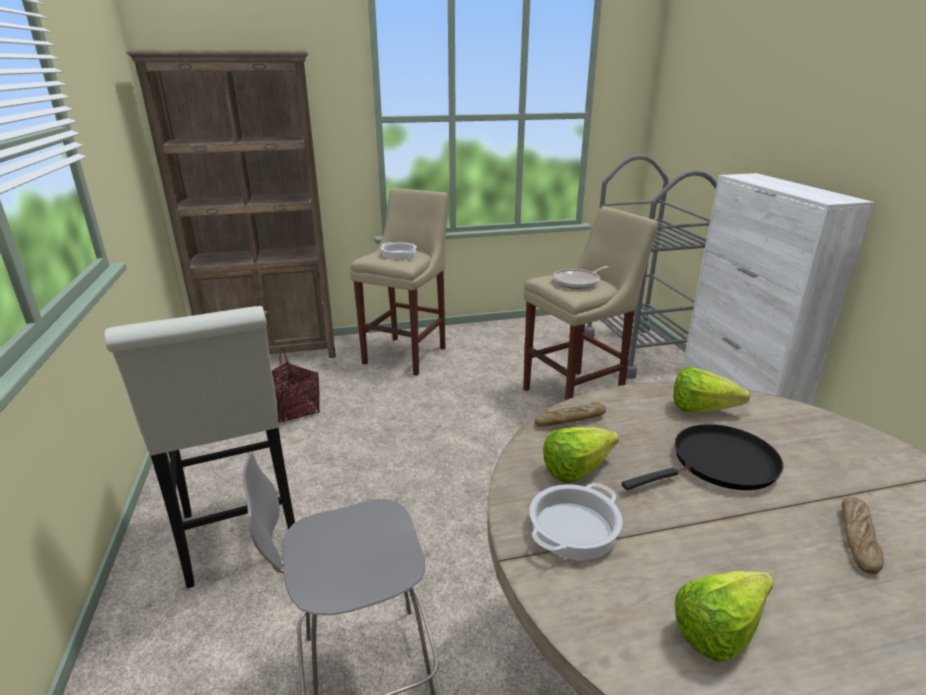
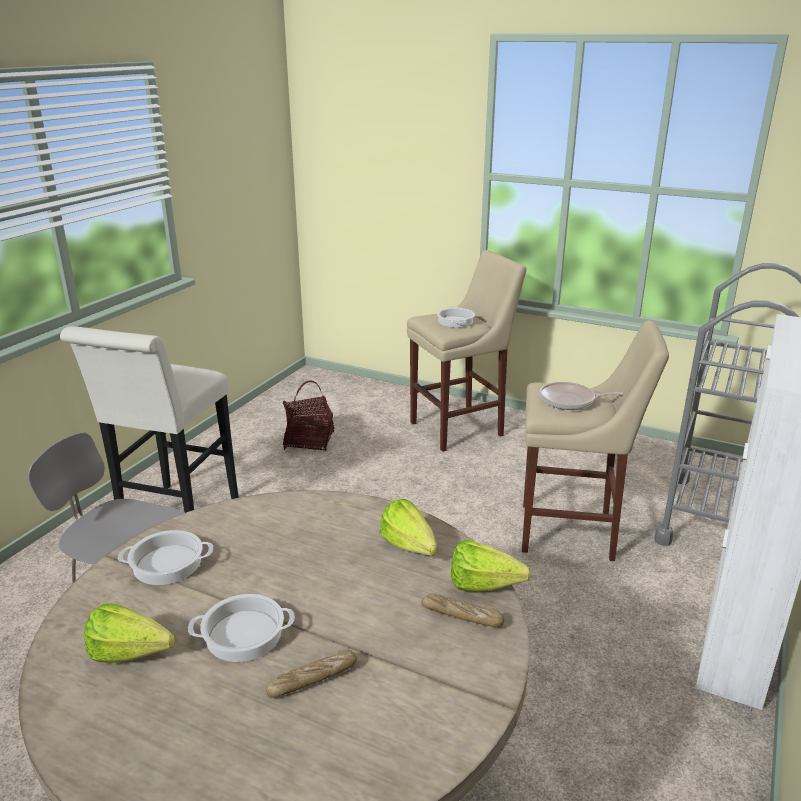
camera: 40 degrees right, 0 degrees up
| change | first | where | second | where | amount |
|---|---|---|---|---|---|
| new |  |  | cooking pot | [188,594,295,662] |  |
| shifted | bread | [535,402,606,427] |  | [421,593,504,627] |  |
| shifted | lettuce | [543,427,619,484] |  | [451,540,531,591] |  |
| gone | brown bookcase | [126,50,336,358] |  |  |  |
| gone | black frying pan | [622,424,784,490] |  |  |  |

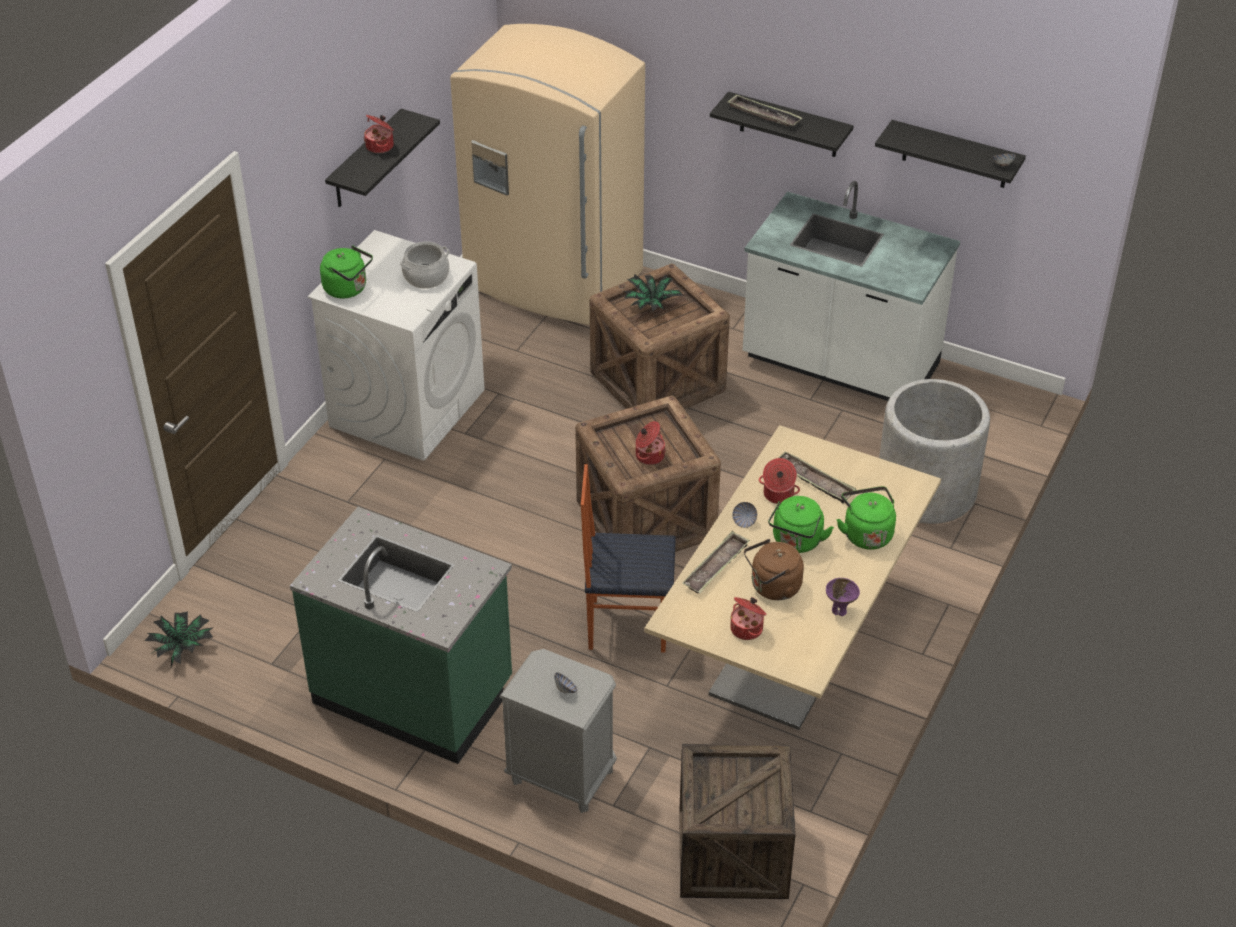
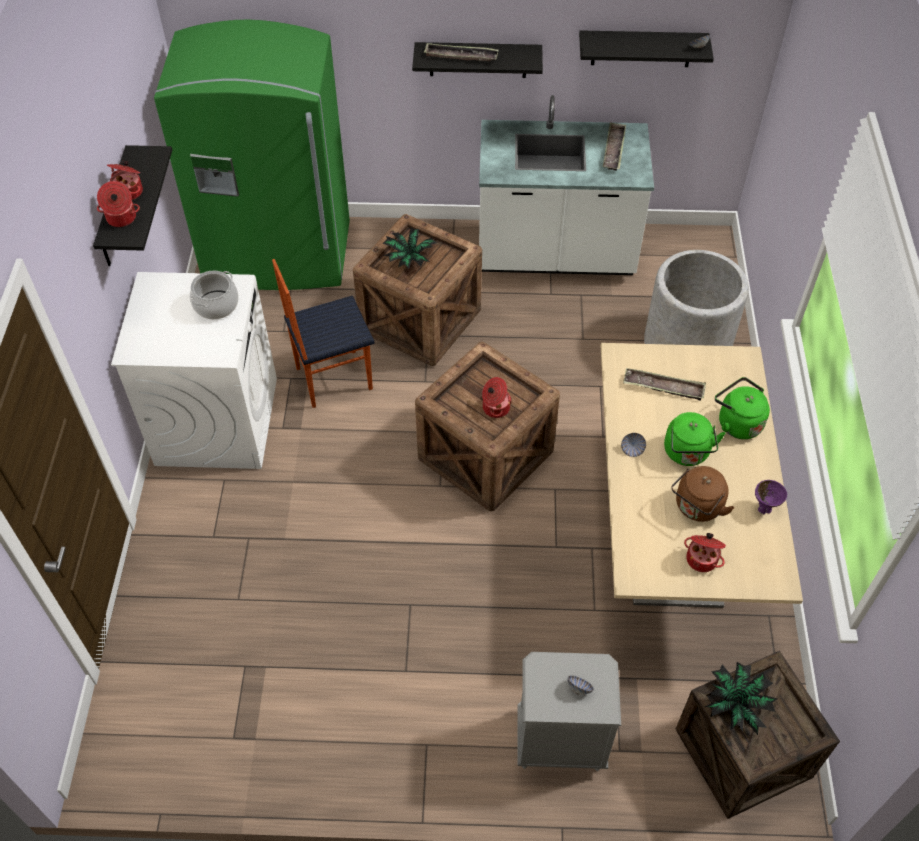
camera: 25 degrees left, 10 degrees up
| change | first | where | second | where | amount |
|---|---|---|---|---|---|
| shifted | cooking pot | [759,458,800,504] |  | [97,181,140,227] |  |
| repainted | beige fridge | [450,24,645,325] | green fridge | [154,20,350,290] |  |
| shifted | chair | [581,464,676,653] |  | [272,259,374,408] |  |
| shifted | tray | [682,531,750,594] |  | [603,123,626,171] |  |
| shifted | potted plant | [145,611,214,667] |  | [704,662,778,735] |  |
| gone | green counter | [290,507,512,764] |  |  |  |
| gone | green kettle | [320,246,373,299] |  |  |  |

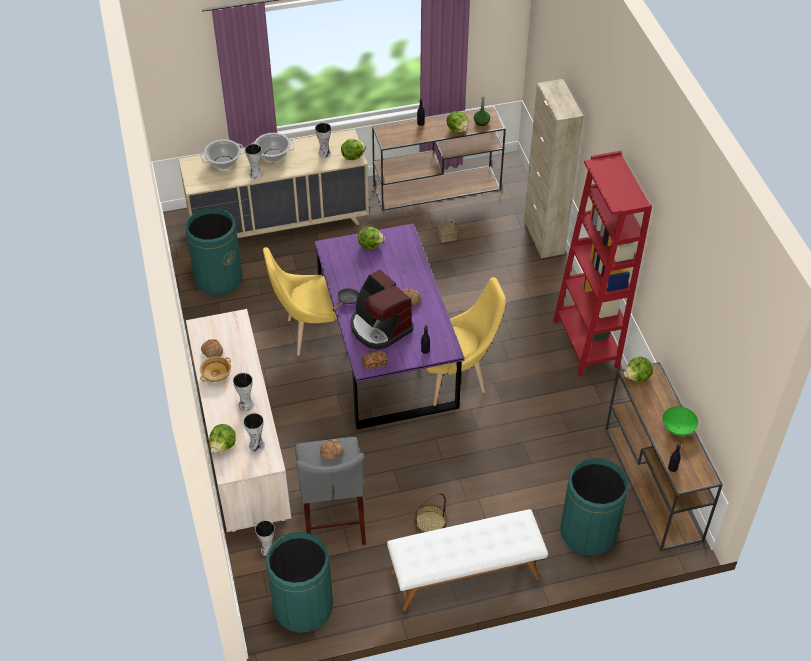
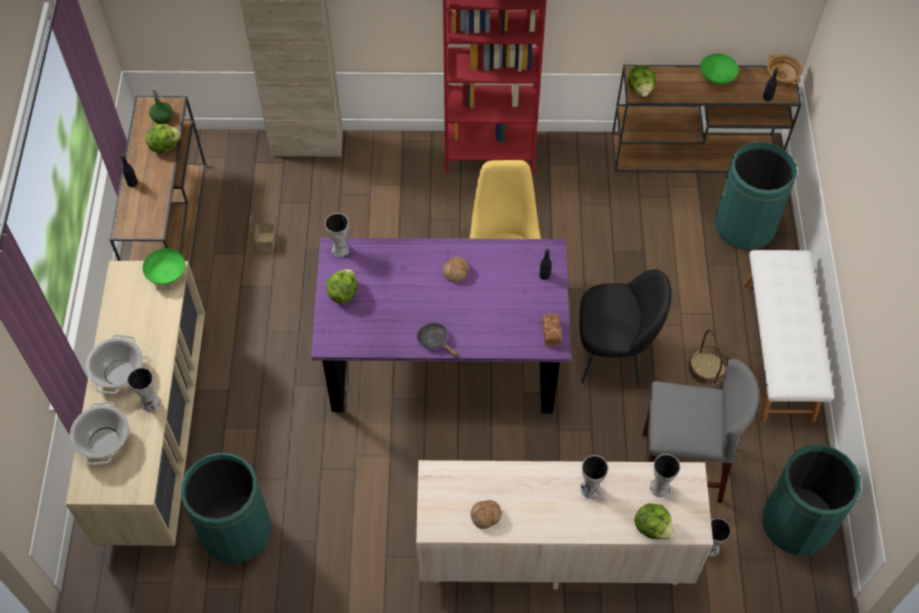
camera: 75 degrees left, 10 degrees up
| change | first | where | second | where | amount |
|---|---|---|---|---|---|
| swapped | lettuce | [341,139,366,160] | green bowl | [143,248,185,285] |  |
| shifted | vase | [315,123,331,158] |  | [325,213,350,257] |  |
| new |  |  | black chair | [580,269,671,386] |  |
| shifted | beige bowl | [200,356,231,382] |  | [767,55,803,84] |  |
| gone | yellow chair | [263,247,338,356] |  |  |  |
| gone | bread | [320,439,343,460] |  |  |  |
| gone | coffee machine | [350,269,413,350] |  |  |  |

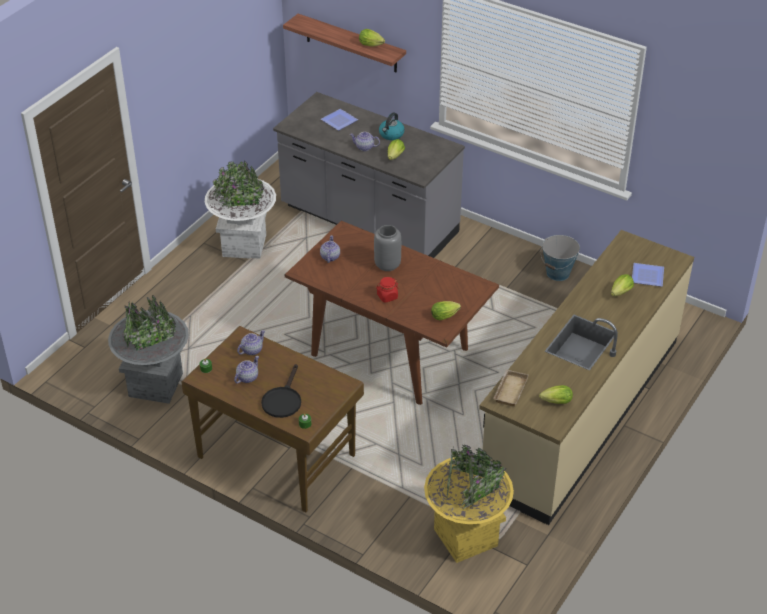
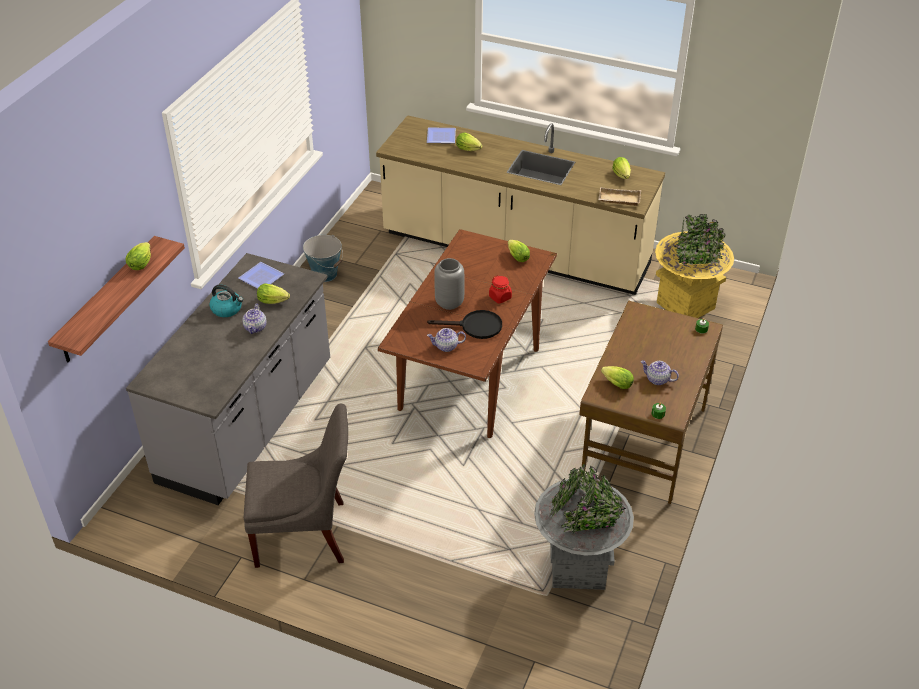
camera: 100 degrees left, 0 degrees up
| change | first | where | second | where | amount |
|---|---|---|---|---|---|
| shifted | plate | [321,109,358,131] |  | [238,262,284,289] |  |
| swapped | white planter | [205,161,276,259] | grey chair | [244,404,348,568] |  |
| shifted | black frying pan | [261,364,301,418] |  | [427,310,502,339] |  |
| swapped | teapot | [237,330,265,355] | lettuce | [601,366,634,389] |  |

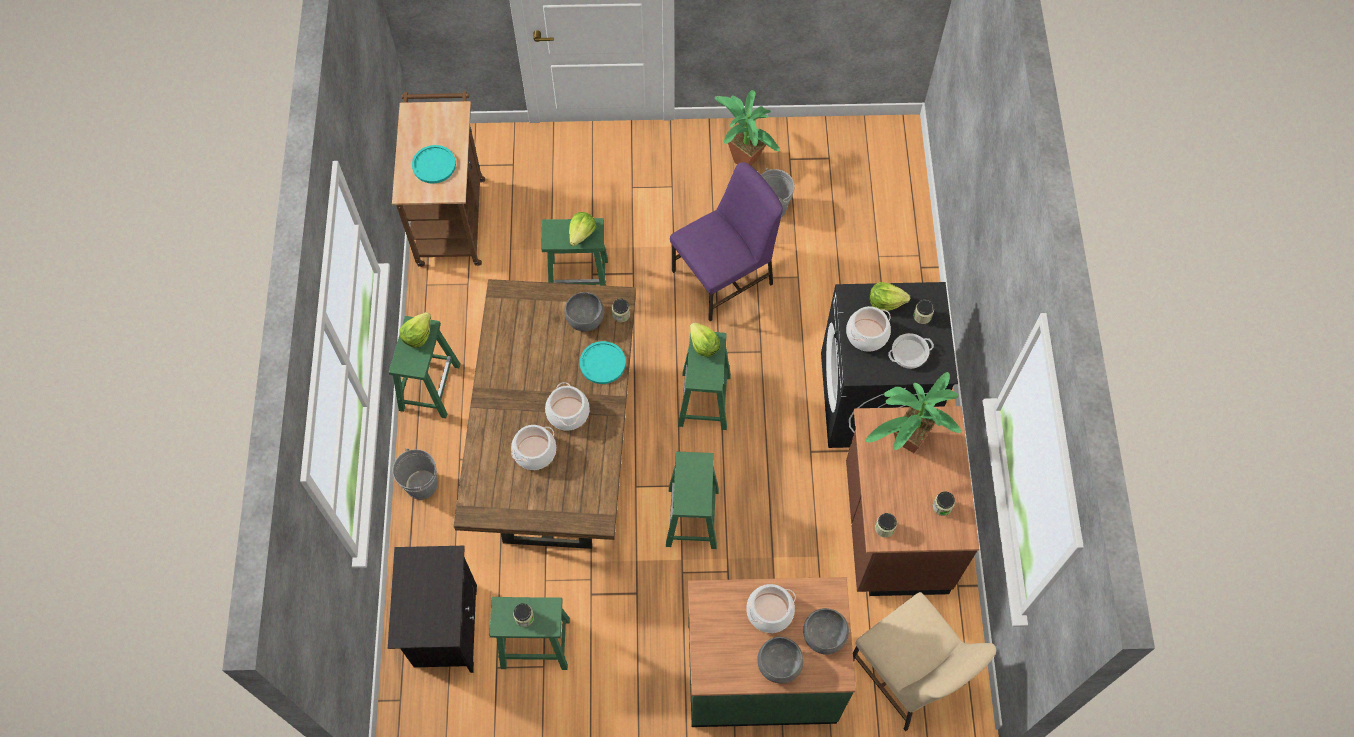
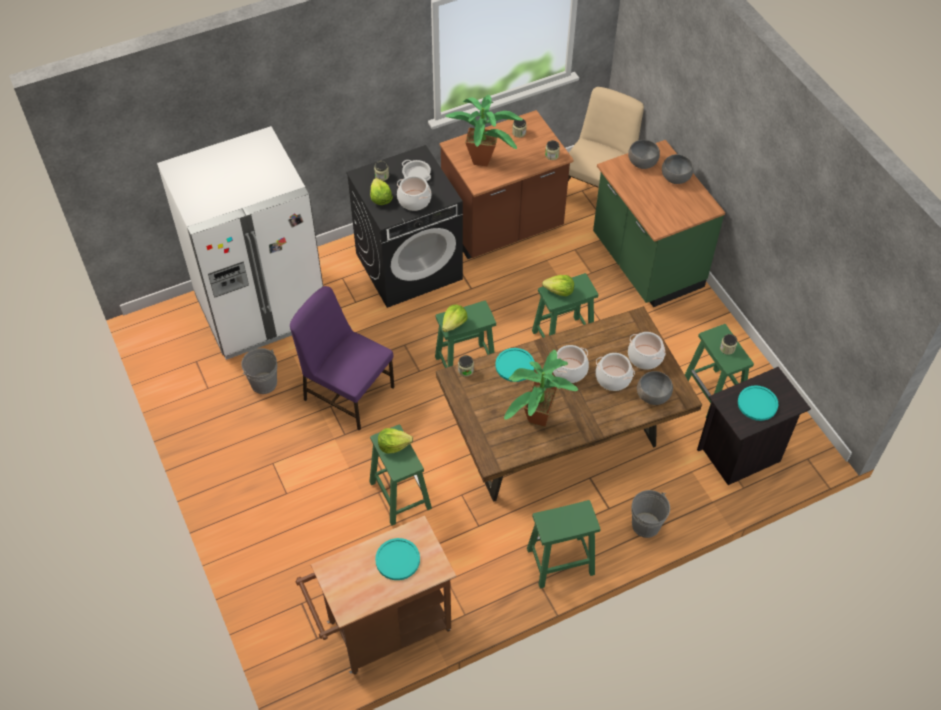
camera: 115 degrees left, 10 degrees down
| change | first | where | second | where | amount |
|---|---|---|---|---|---|
| new |  |  | white fridge | [157,126,323,360] |  |
| shifted | potted plant | [715,90,780,166] |  | [504,350,578,427] |  |
| shifted | lettuce | [400,312,431,348] |  | [542,275,574,296] |  |
| shifted | cooking pot | [746,584,796,633] |  | [628,332,666,370] |  |
| shifted | grey bowl | [564,292,604,331] |  | [637,371,673,405] |  |
| new |  |  | turquoise plate | [738,386,778,421] |  |

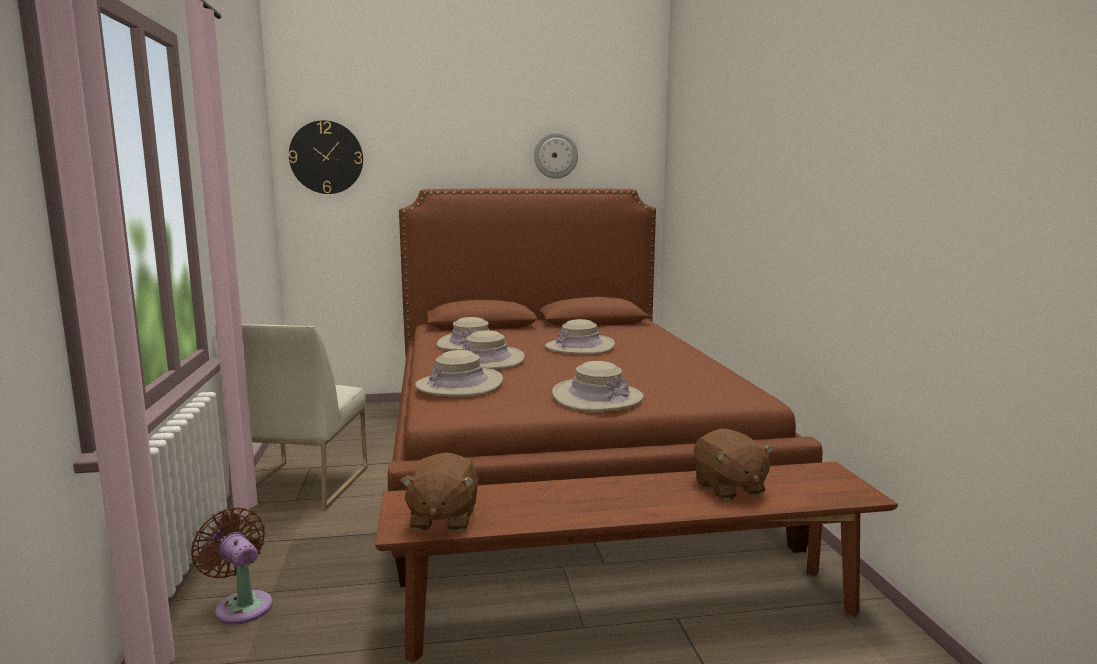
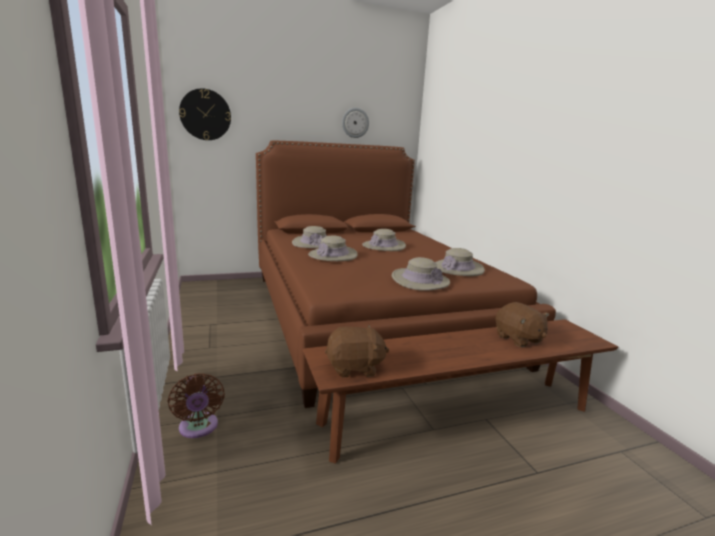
camera: 10 degrees left, 5 degrees up
| change | first | where | second | where | amount |
|---|---|---|---|---|---|
| rotated | brown fan | [191,507,273,625] |  | [168,373,225,438] | 150 degrees counterclockwise |
| rotated | brown plush toy | [400,452,478,531] |  | [325,325,389,377] | 90 degrees counterclockwise |
| shifted | beige hat | [415,350,503,397] |  | [435,248,485,276] |  |
| gone | white chair | [215,324,368,511] |  |  |  |

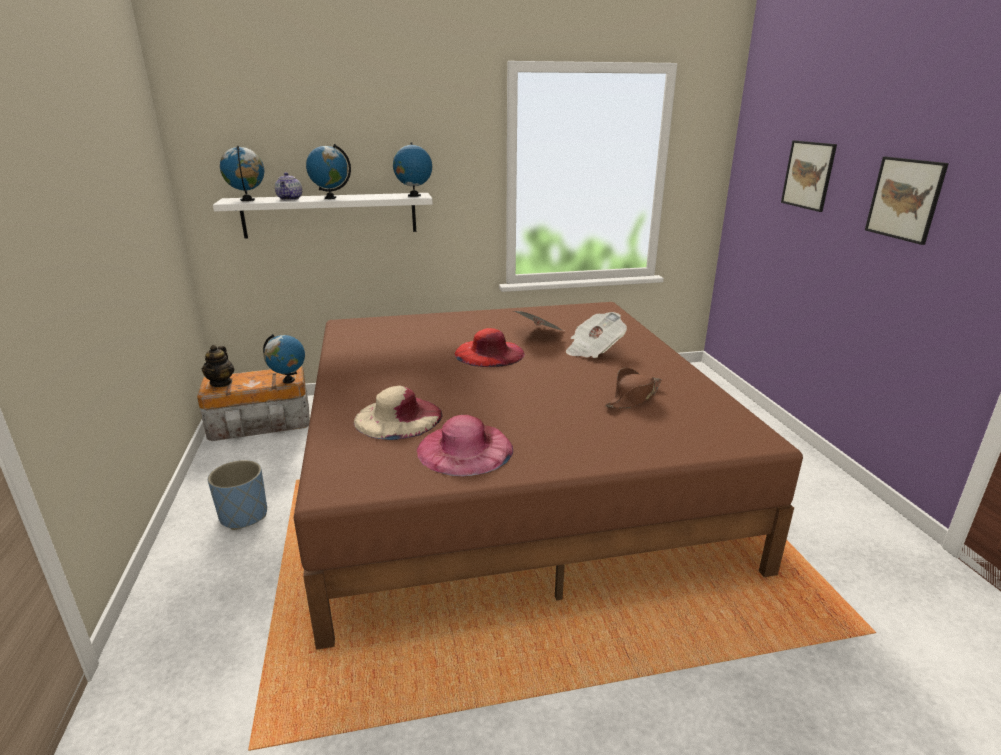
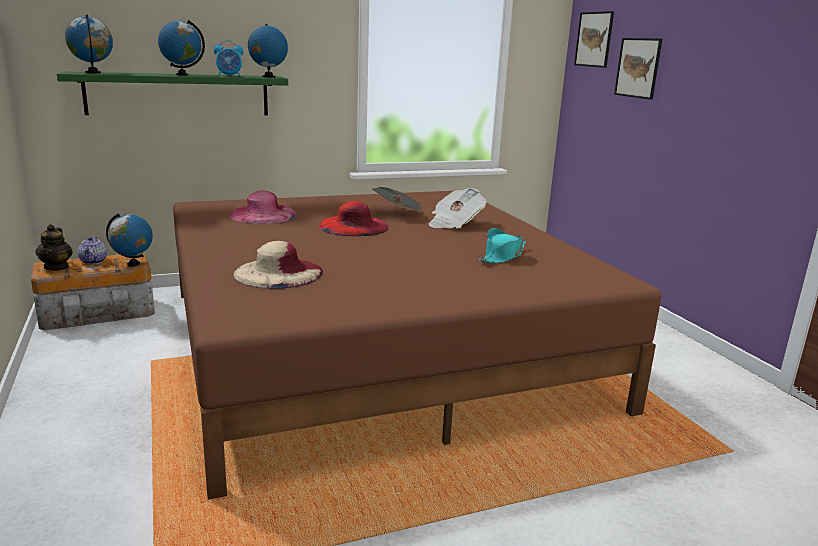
camera: 10 degrees left, 5 degrees down
| change | first | where | second | where | amount |
|---|---|---|---|---|---|
| repainted | white shelf | [213,193,433,239] | green shelf | [57,71,288,116] |  |
| shifted | teapot | [275,172,302,201] |  | [78,237,107,265] |  |
| new |  |  | alarm clock | [214,40,243,76] |  |
| shifted | pink hat | [417,415,513,476] |  | [229,191,297,224] |  |
| repainted | brown hat | [605,368,662,409] | turquoise hat | [479,228,526,264] |  |
| shifted | picture | [865,157,949,245] |  | [574,11,614,68] |  |
| gone | blue planter | [208,460,267,530] |  |  |  |

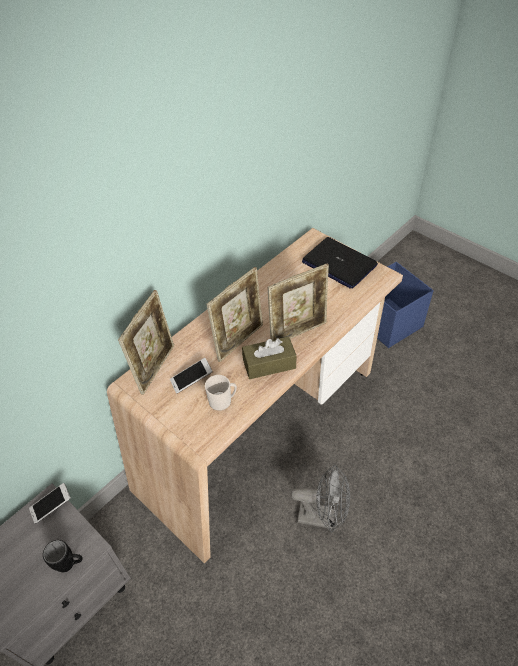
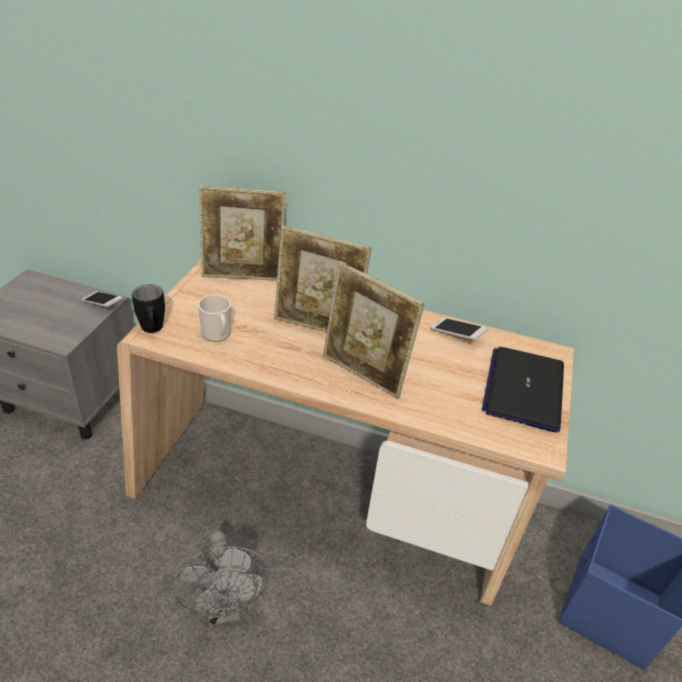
camera: 60 degrees right, 10 degrees down
| change | first | where | second | where | amount |
|---|---|---|---|---|---|
| shifted | black mug | [43,540,83,573] |  | [132,284,165,333] |  |
| shifted | phone | [170,358,213,393] |  | [430,318,488,341] |  |
| gone | brown tissue box | [242,337,297,379] |  |  |  |

